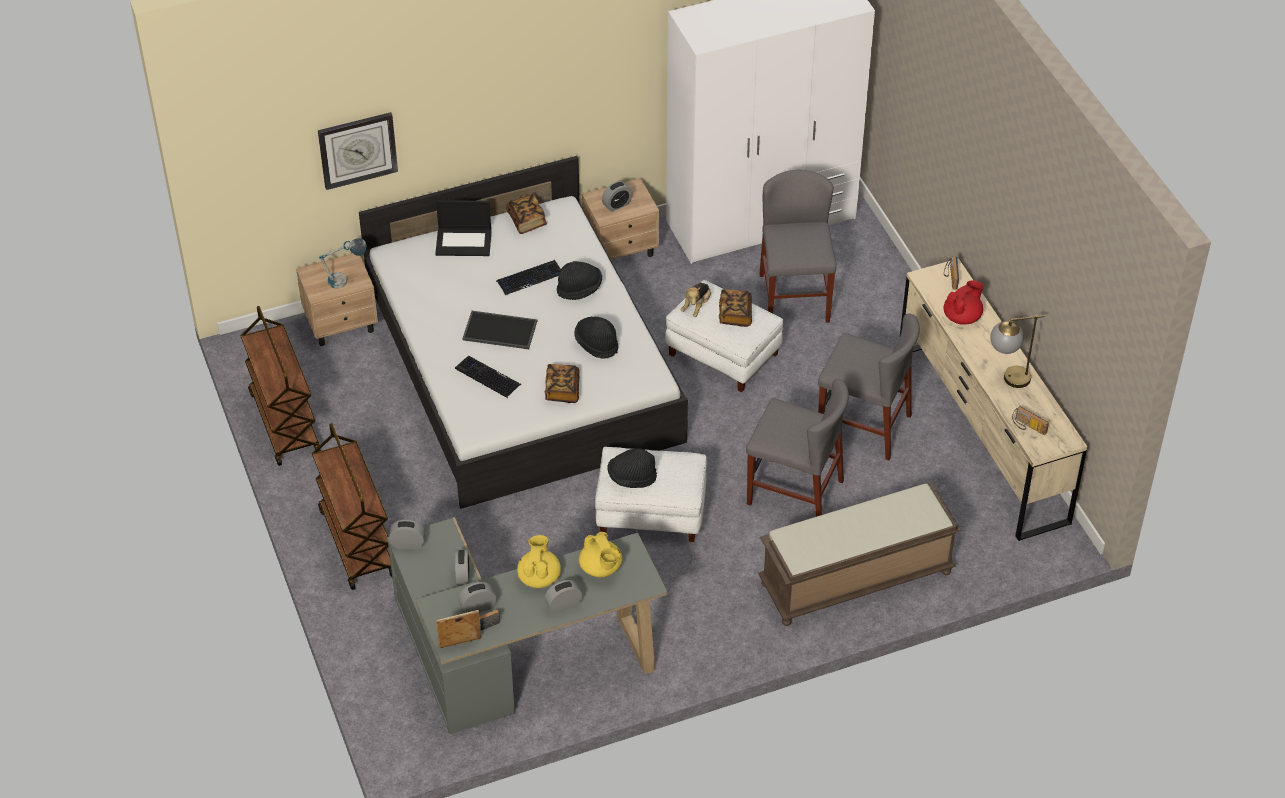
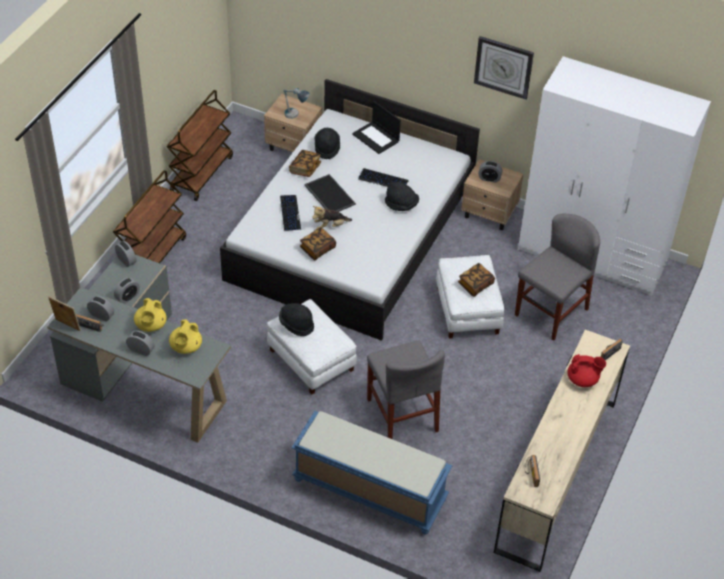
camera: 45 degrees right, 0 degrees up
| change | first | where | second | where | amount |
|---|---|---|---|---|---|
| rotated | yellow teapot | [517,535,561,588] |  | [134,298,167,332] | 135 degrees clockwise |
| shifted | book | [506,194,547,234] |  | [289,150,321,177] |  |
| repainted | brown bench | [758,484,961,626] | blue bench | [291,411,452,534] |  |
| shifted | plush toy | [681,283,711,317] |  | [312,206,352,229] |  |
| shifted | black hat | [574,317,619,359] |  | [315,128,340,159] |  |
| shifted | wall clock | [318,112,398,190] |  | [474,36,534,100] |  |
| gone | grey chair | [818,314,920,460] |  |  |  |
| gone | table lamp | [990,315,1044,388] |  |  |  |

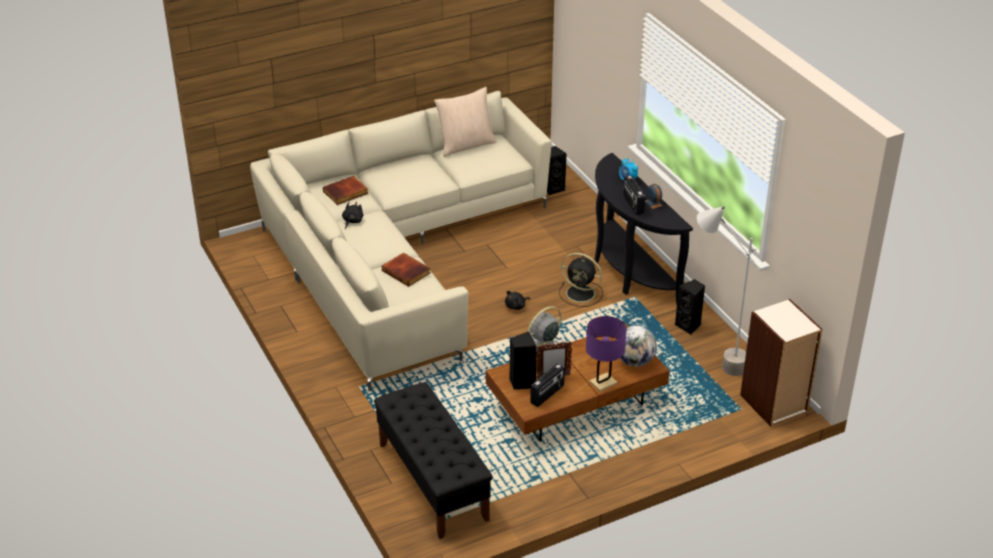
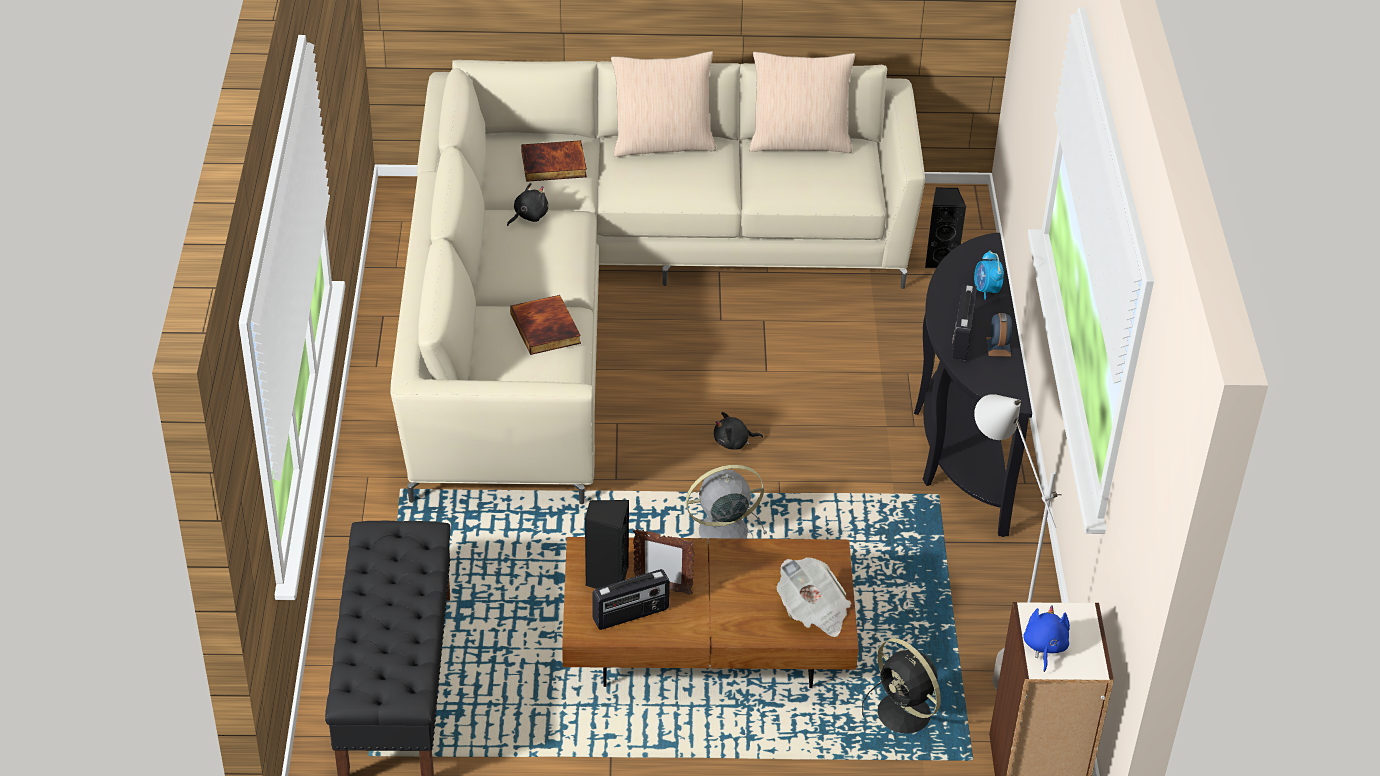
camera: 25 degrees right, 5 degrees up
| change | first | where | second | where | amount |
|---|---|---|---|---|---|
| new |  |  | beige pillow | [611,51,716,157] |  |
| swapped | globe | [616,326,657,367] | newspaper | [776,557,851,637] |  |
| shifted | black fan | [559,253,603,307] |  | [862,638,941,734] |  |
| new |  |  | blue plush toy | [1023,605,1070,672] |  |
| gone | purple table lamp | [586,316,627,392] |  |  |  |
| gone | black speaker | [675,279,705,335] |  |  |  |

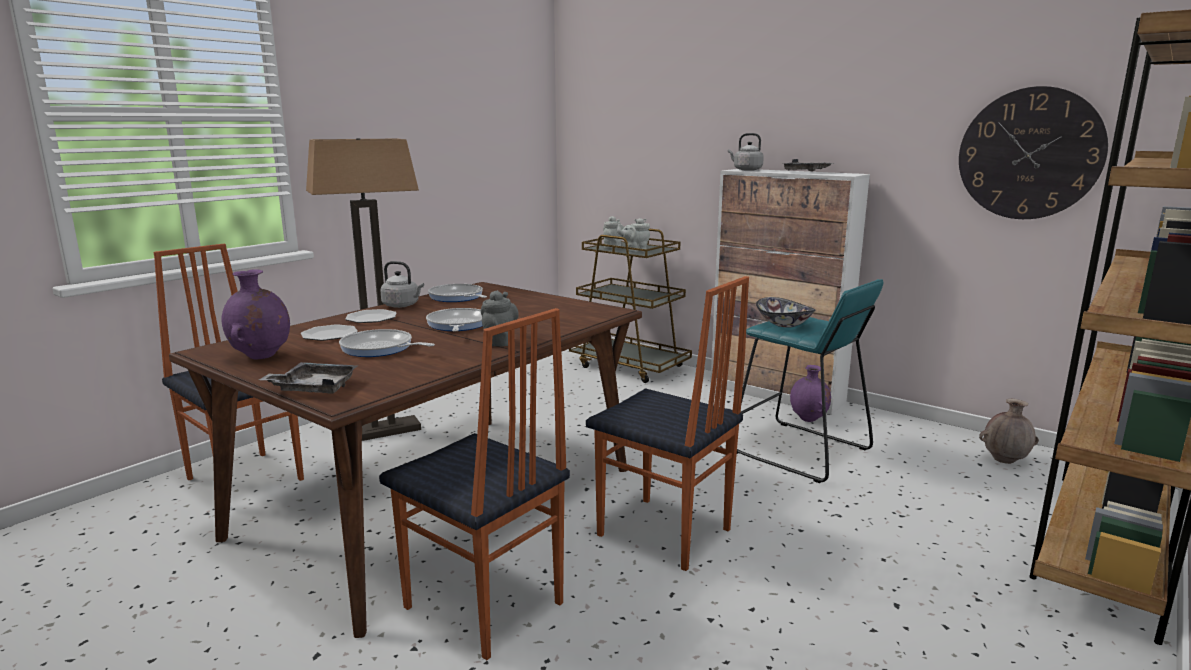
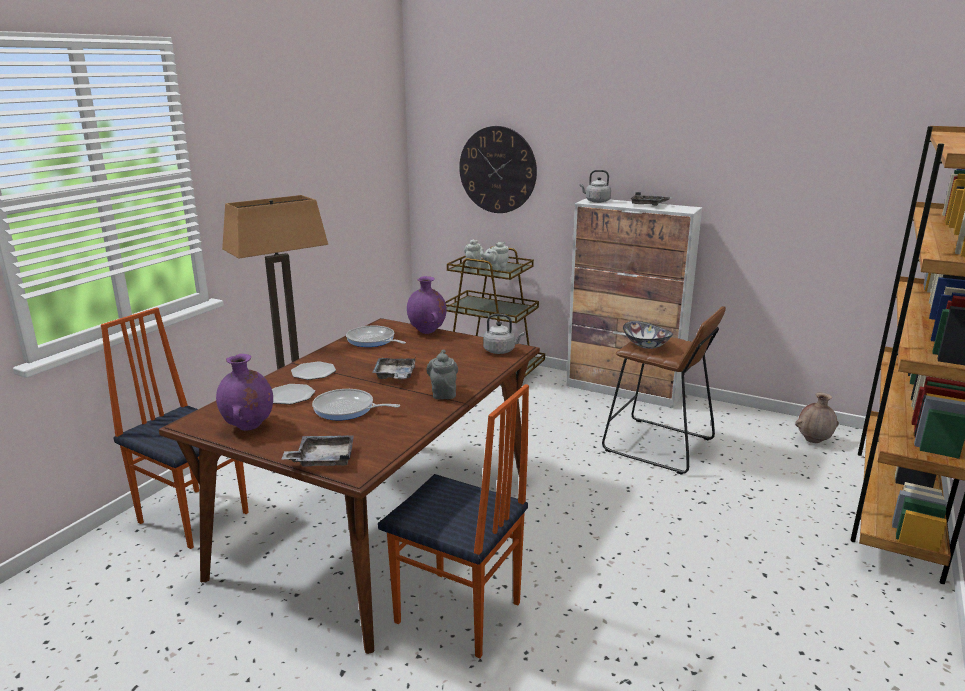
camera: 10 degrees left, 5 degrees up
| change | first | where | second | where | amount |
|---|---|---|---|---|---|
| swapped | frying pan | [426,308,483,331] | grey tray | [372,356,416,380] |  |
| shifted | purple vase | [790,365,831,422] |  | [407,276,446,334] |  |
| shifted | wall clock | [959,86,1108,219] |  | [459,126,537,213] |  |
| shifted | grey kettle | [380,261,424,308] |  | [483,314,524,354] |  |
| repainted | turquoise stool | [737,279,883,483] | brown stool | [602,306,726,475] |  |
| gone | chair | [586,276,749,571] |  |  |  |

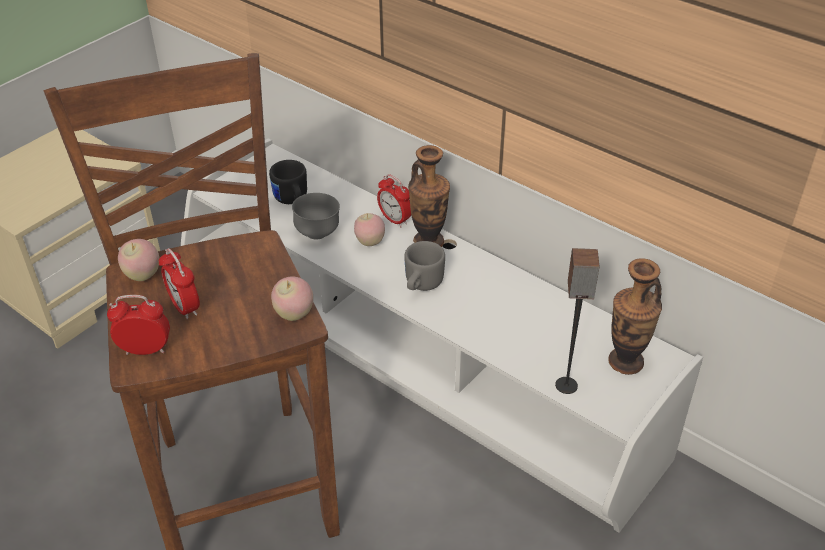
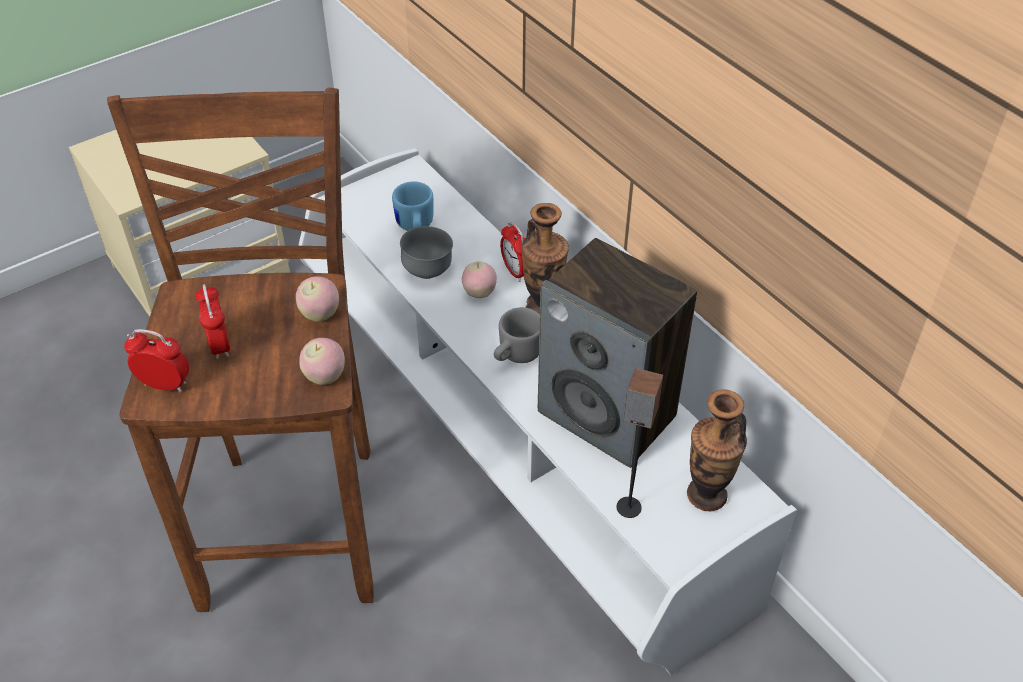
camera: 15 degrees right, 5 degrees up
| change | first | where | second | where | amount |
|---|---|---|---|---|---|
| shifted | apple | [118,239,159,281] |  | [296,276,339,322] |  |
| repainted | black mug | [269,160,307,204] | blue mug | [392,181,433,231] |  |
| new |  |  | speaker | [538,238,697,468] |  |

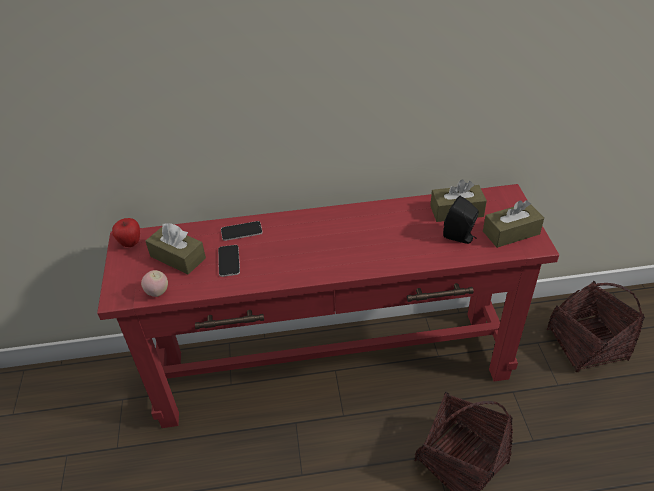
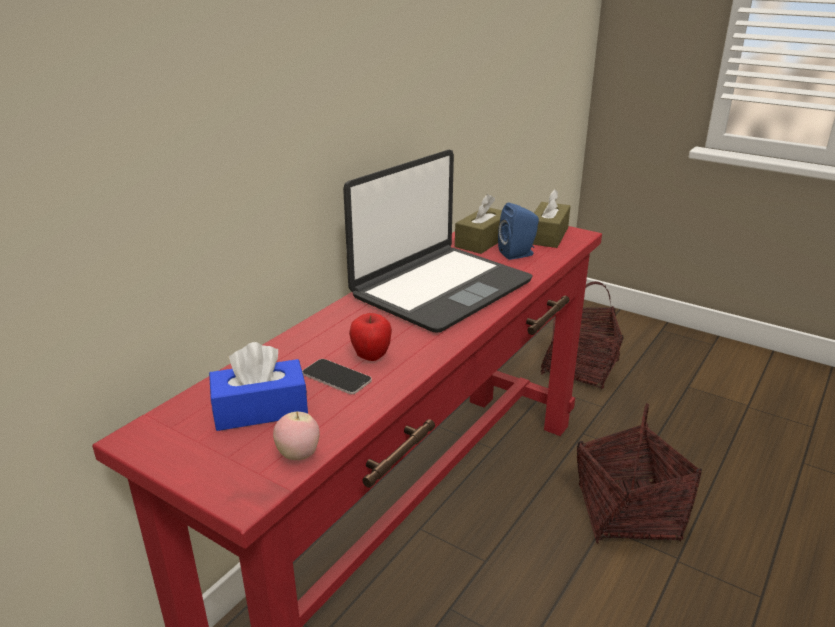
camera: 50 degrees left, 15 degrees down
| change | first | where | second | where | amount |
|---|---|---|---|---|---|
| repainted | brown tissue box | [146,223,206,274] | blue tissue box | [209,342,308,431] |  |
| new |  |  | laptop | [343,150,533,332] |  |
| shifted | apple | [112,218,140,247] |  | [349,313,392,361] |  |
| repainted | black speaker | [443,196,479,244] | blue speaker | [498,203,539,260] |  |
| gone | phone | [221,221,263,241] |  |  |  |

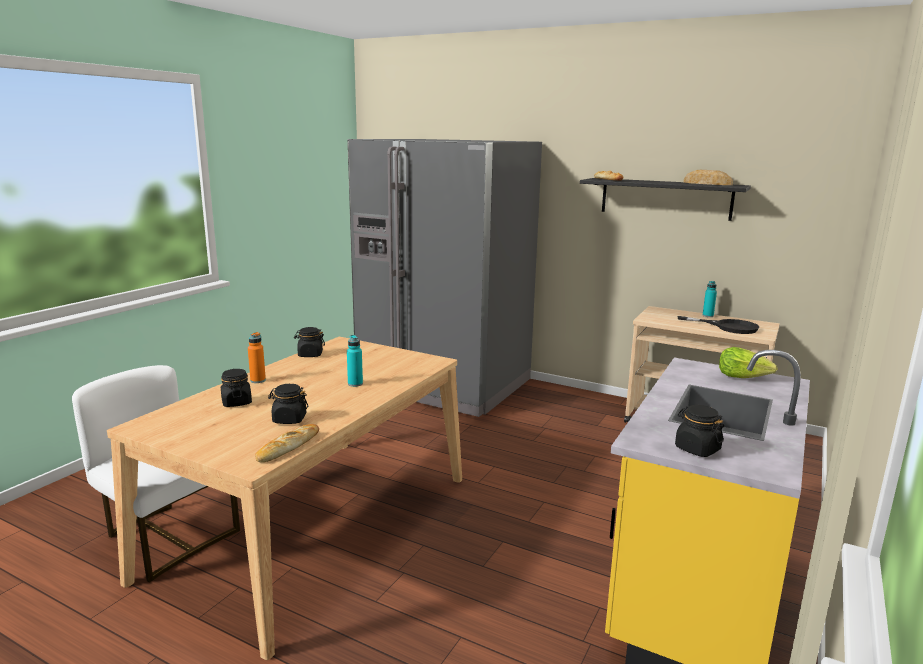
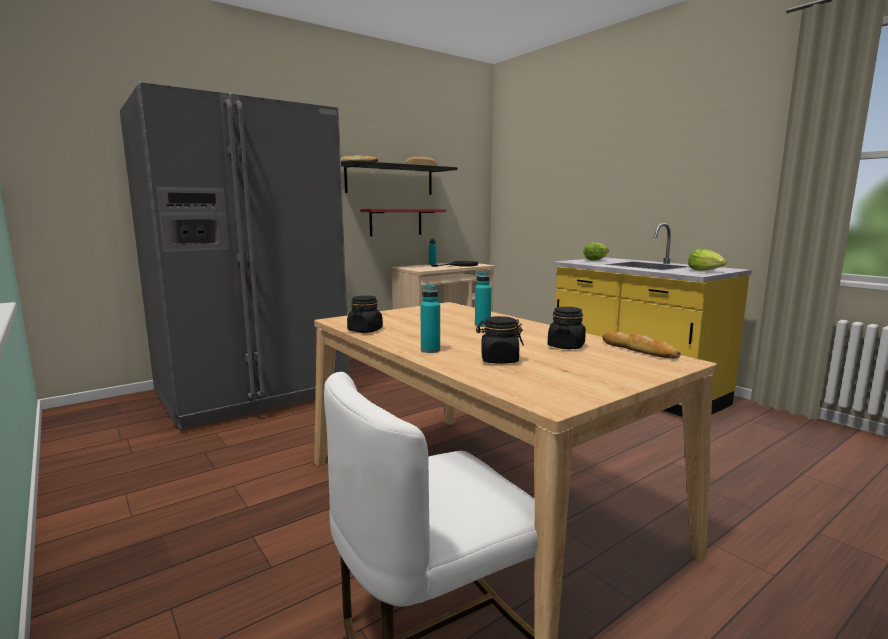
camera: 65 degrees left, 5 degrees down
| change | first | where | second | where | amount |
|---|---|---|---|---|---|
| new |  |  | red shelf | [360,209,446,236] |  |
| repainted | orange bottle | [248,332,266,383] | turquoise bottle | [420,284,440,353] |  |
| swapped | black jar | [675,405,724,457] | lettuce | [688,248,727,271] |  |

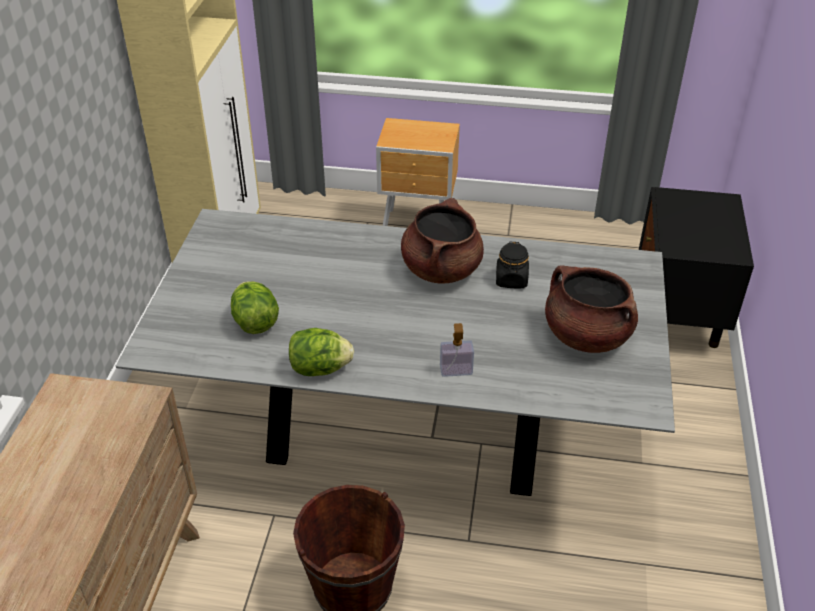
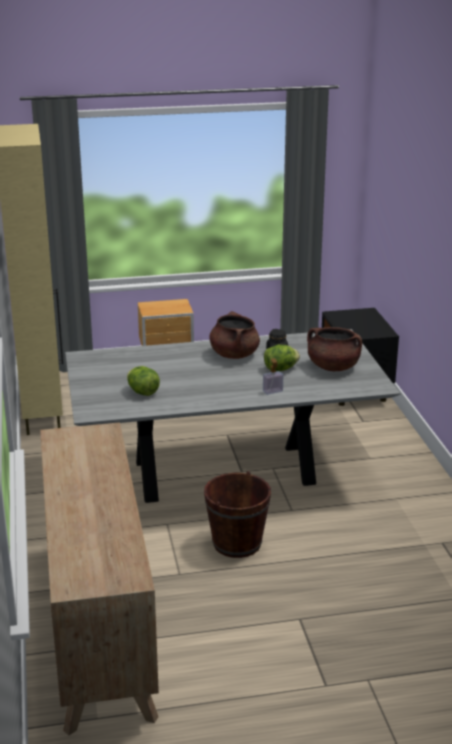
camera: 20 degrees left, 15 degrees down
| change | first | where | second | where | amount |
|---|---|---|---|---|---|
| shifted | lettuce | [289,328,354,376] |  | [264,345,300,371] |  |

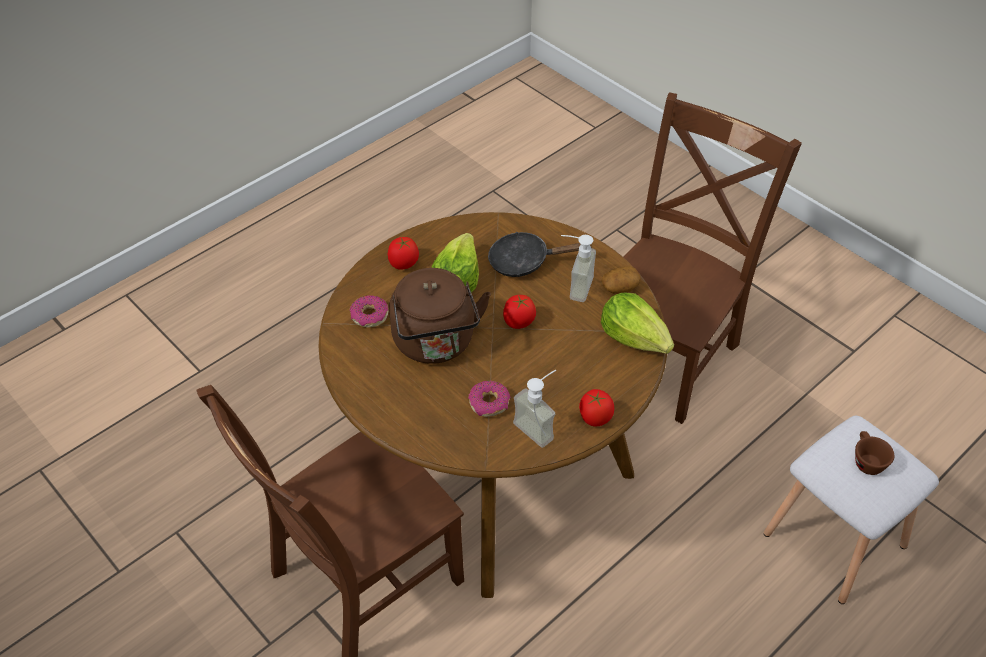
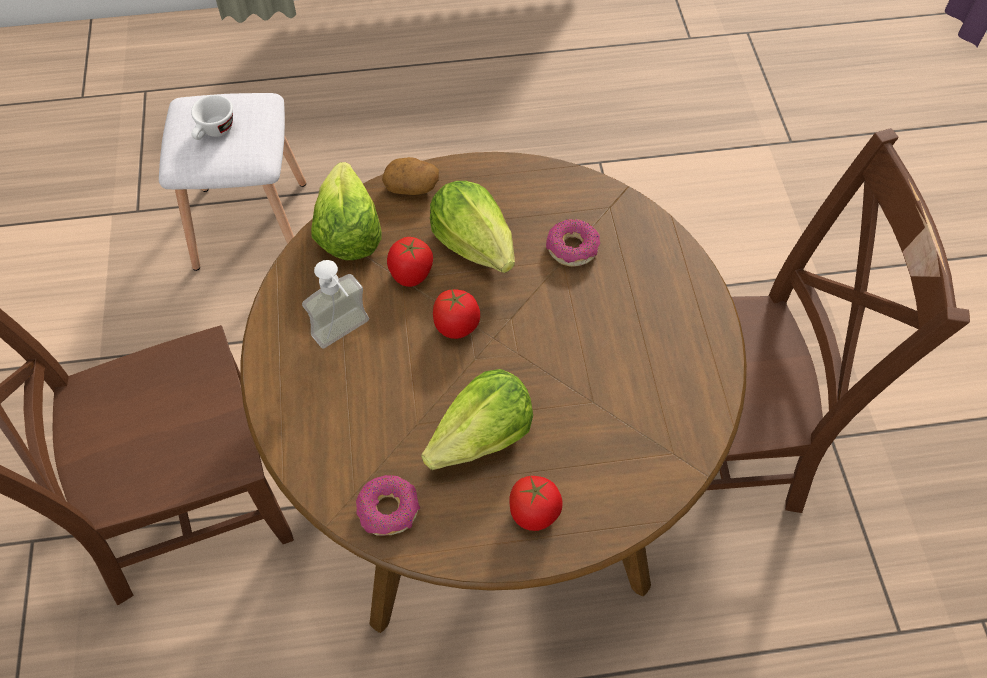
camera: 145 degrees left, 10 degrees up
| change | first | where | second | where | amount |
|---|---|---|---|---|---|
| repainted | brown cup | [855,431,894,475] | white cup | [191,95,233,140] |  |
| shifted | donut | [350,295,388,328] |  | [356,475,420,536] |  |
| shifted | potato | [601,266,641,294] |  | [382,157,439,195] |  |
| shifted | tomato | [579,389,614,427] |  | [387,237,433,287] |  |
| new |  |  | lettuce | [430,181,515,273] |  |
| gone | brown kettle | [389,268,491,364] |  |  |  |
| gone | black frying pan | [488,232,592,277] |  |  |  |
| gone | soap dispenser | [513,370,556,448] |  |  |  |

